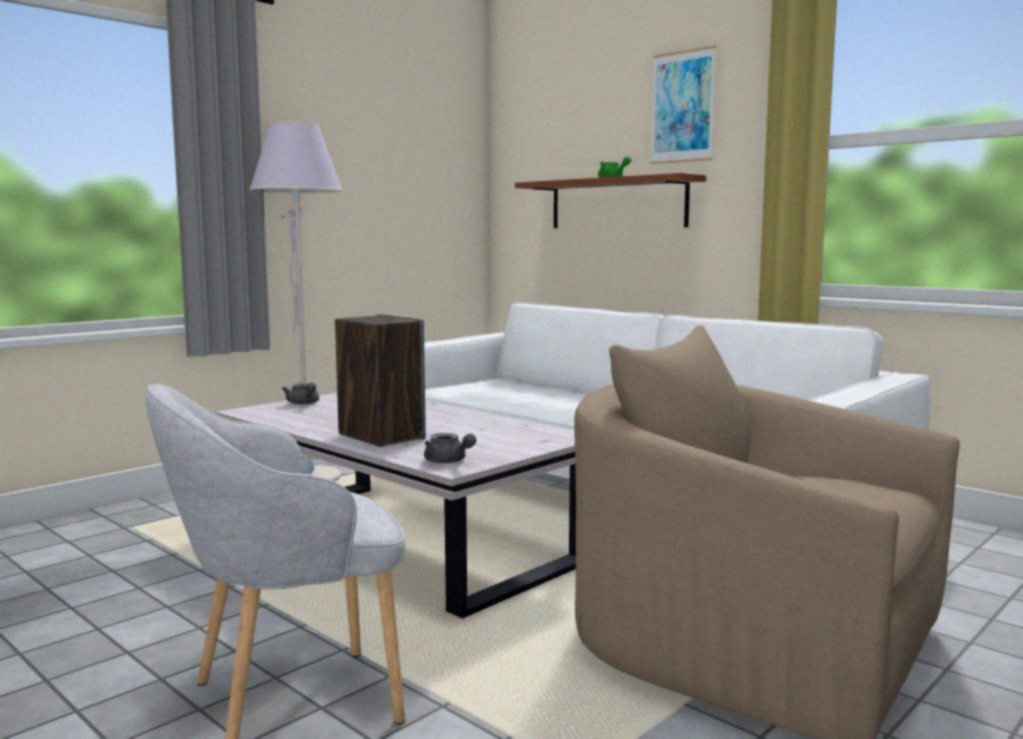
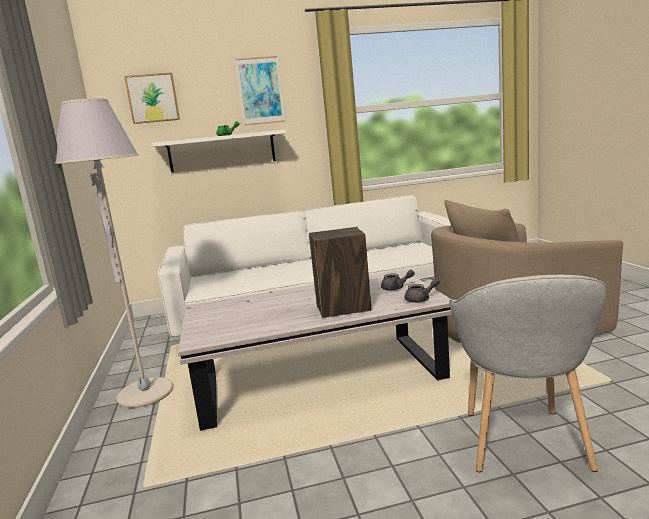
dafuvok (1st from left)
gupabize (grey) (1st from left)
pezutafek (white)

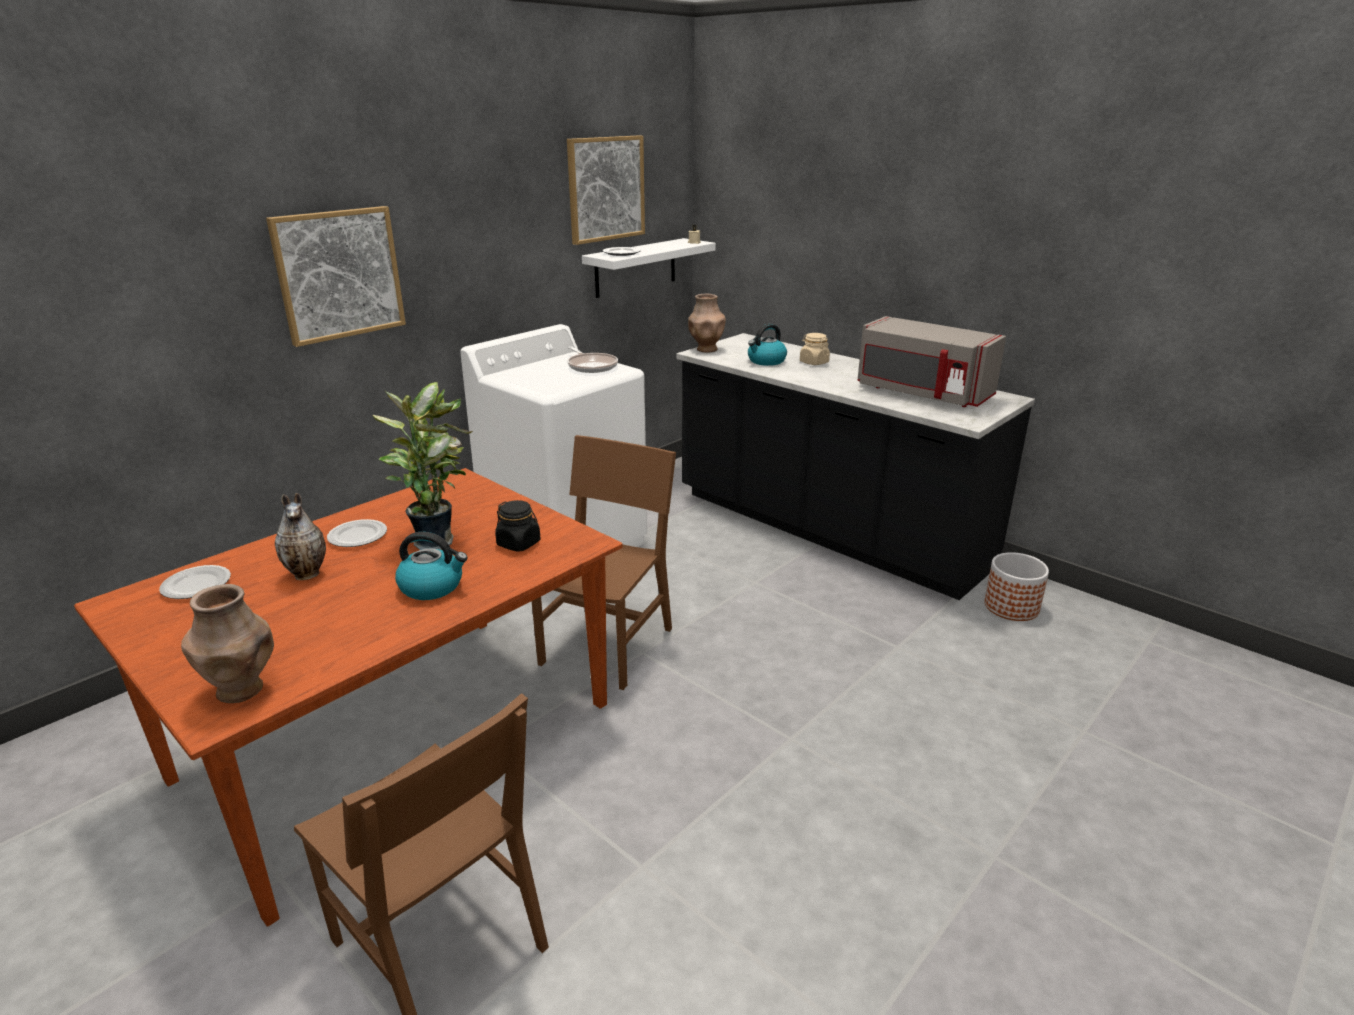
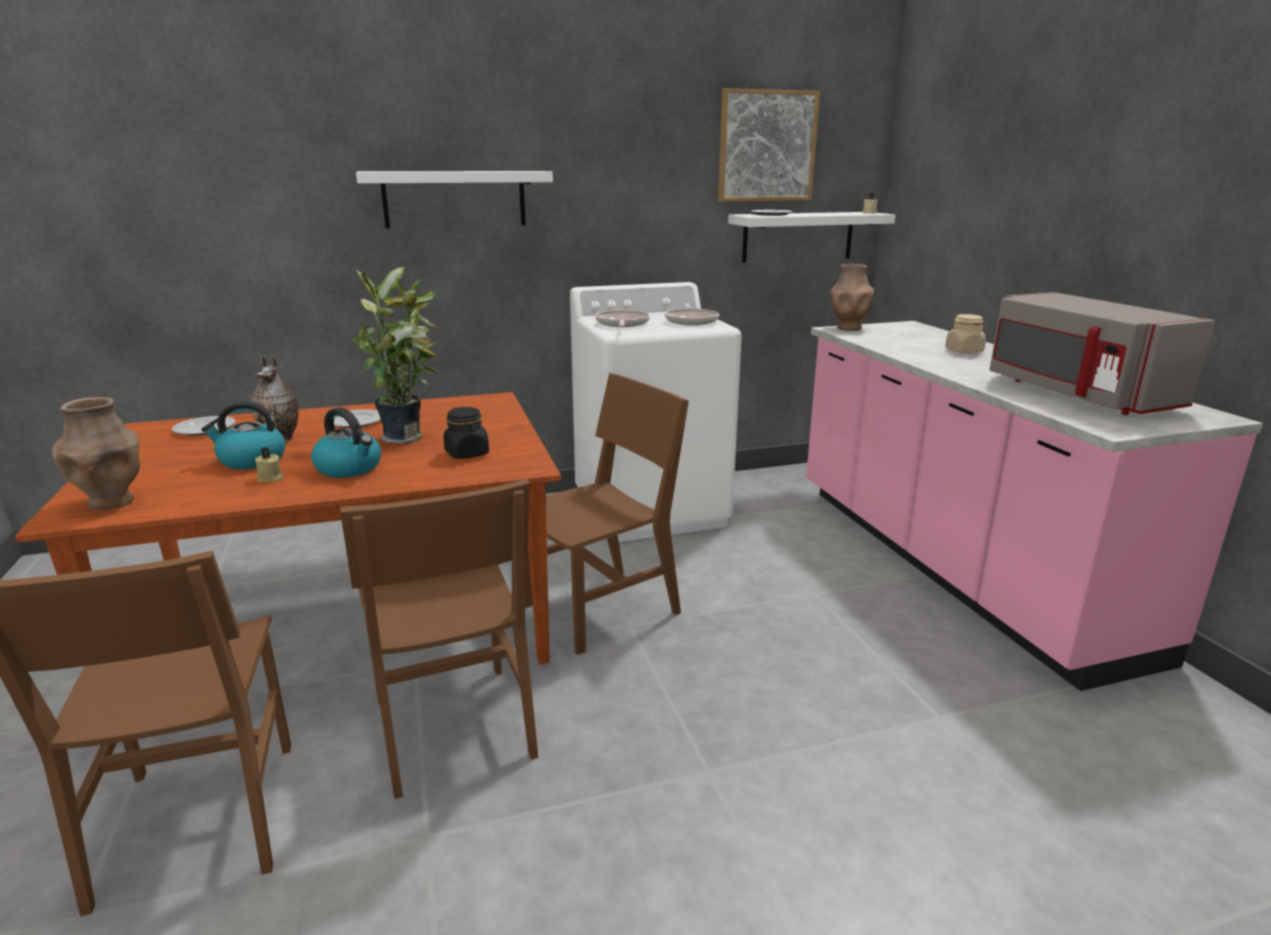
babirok
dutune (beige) (1st from left)
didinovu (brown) (2nd from left)
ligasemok (1st from left)
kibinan (1st from left)
pezutafek (white) (1st from left)
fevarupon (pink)

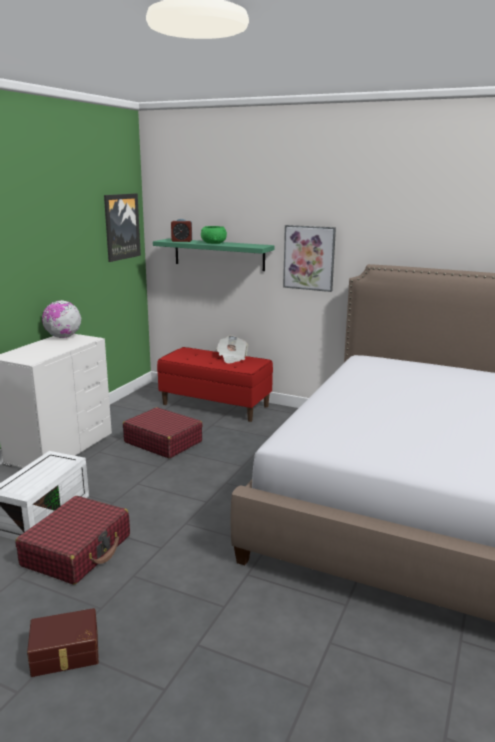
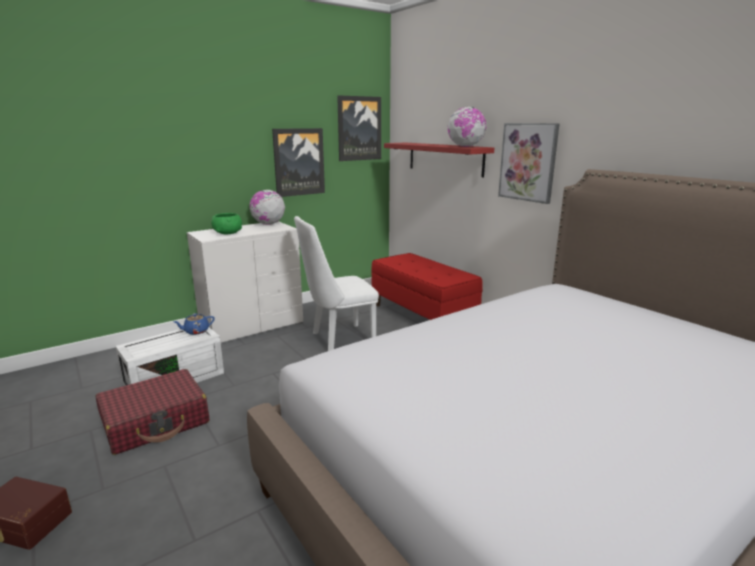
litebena
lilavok
gupabize (blue)
dafuvok (1st from left)
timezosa (2nd from left)
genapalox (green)
didinovu (white)
pezutafek (red)

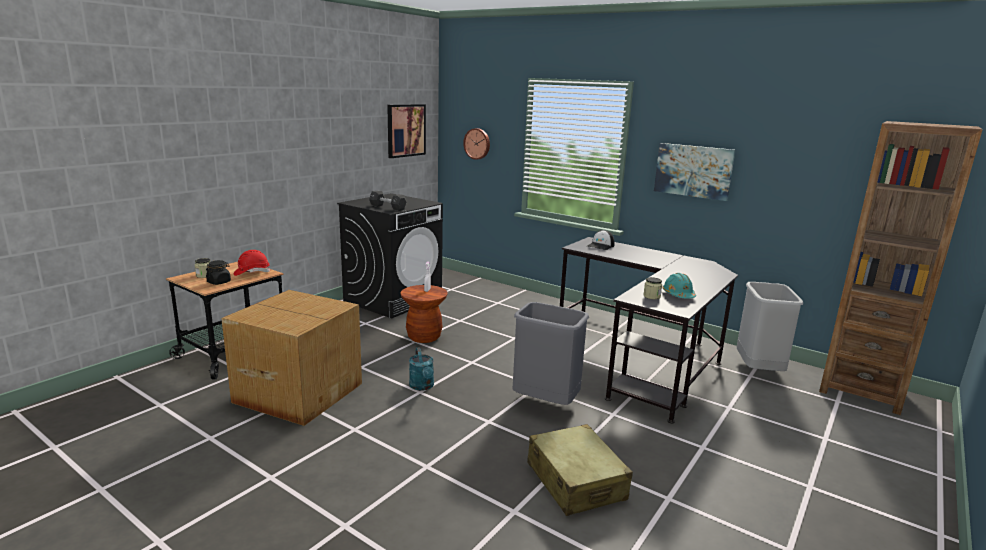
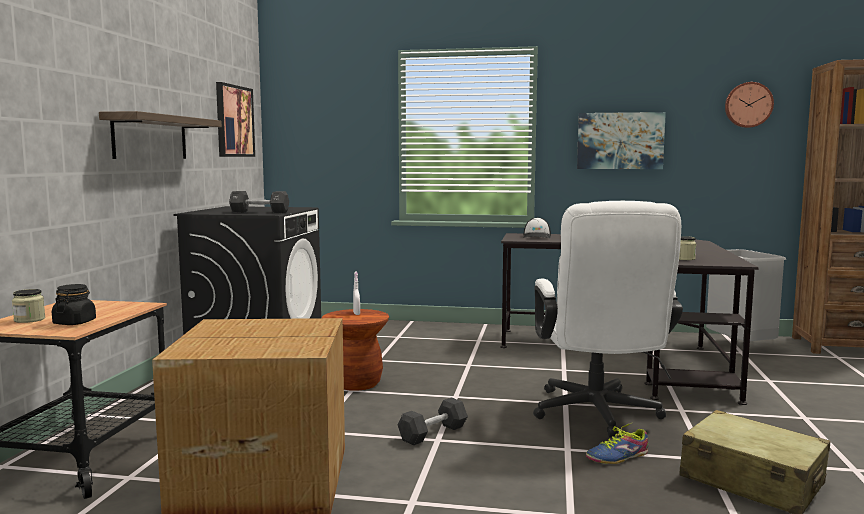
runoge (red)
runoge (turquoise)
pezutafek
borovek
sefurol
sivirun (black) (2nd from left)
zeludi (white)

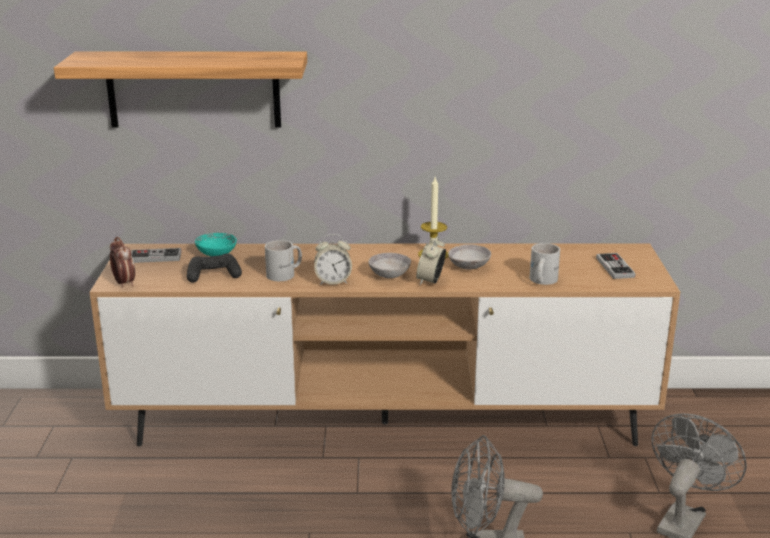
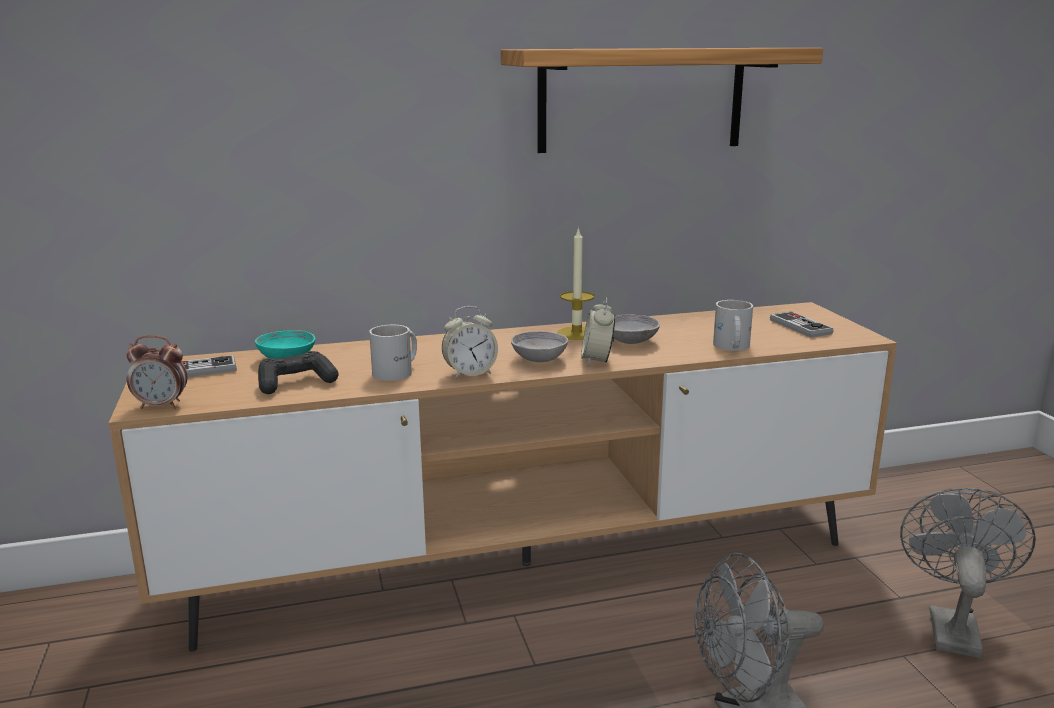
pezutafek
litebena (1st from left)

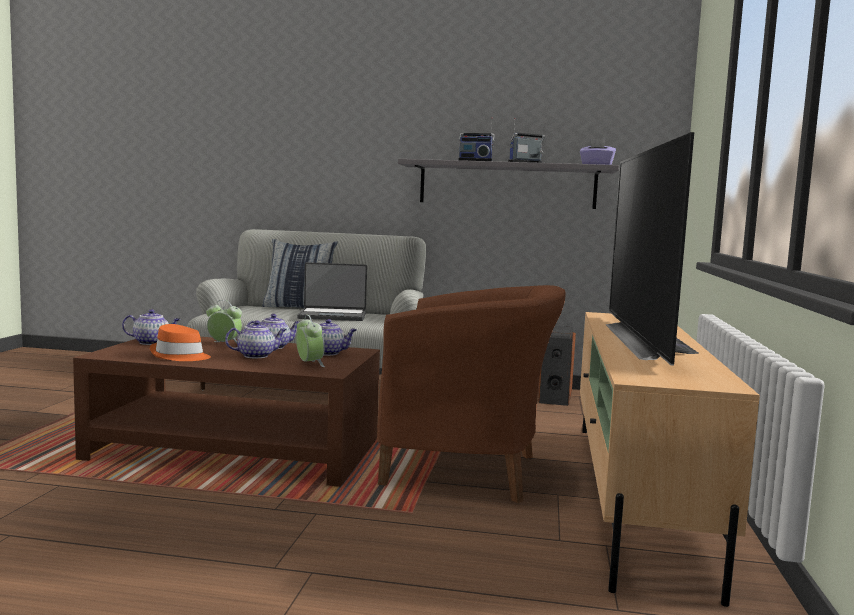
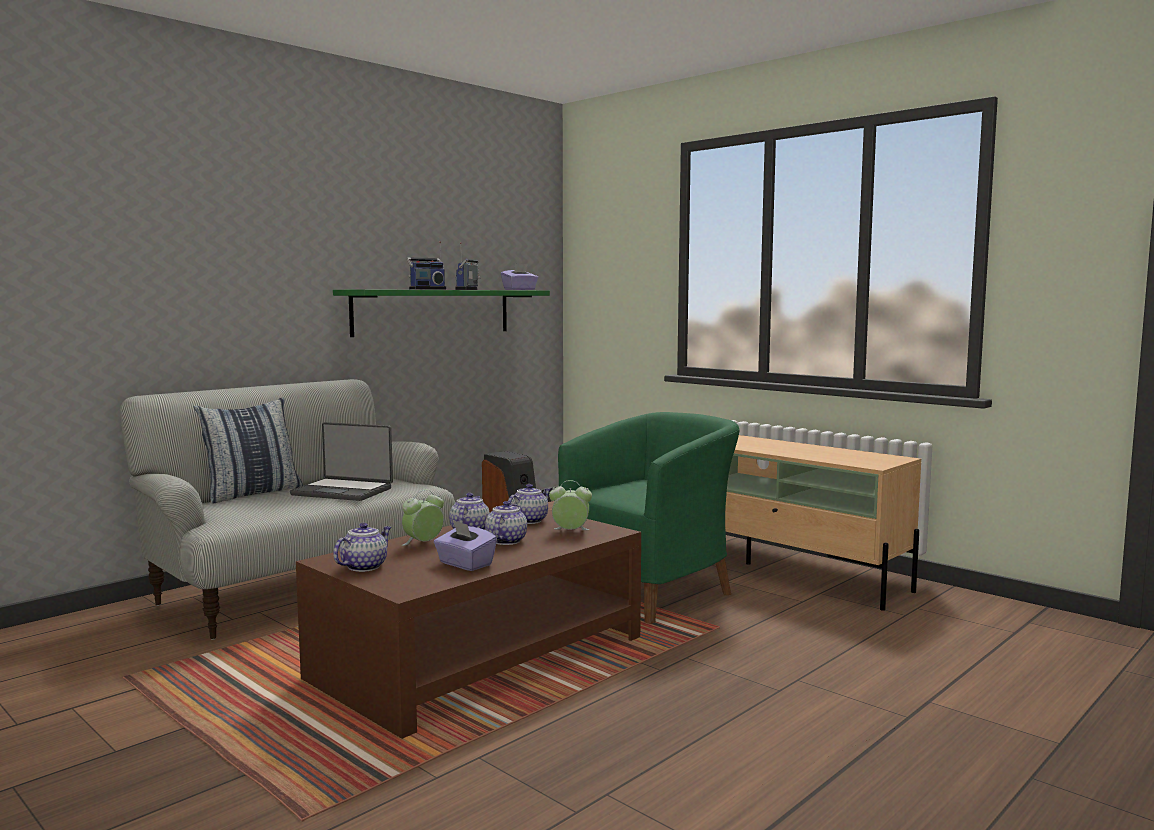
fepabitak
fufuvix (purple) (1st from left)
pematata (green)
pezutafek (green)
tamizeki

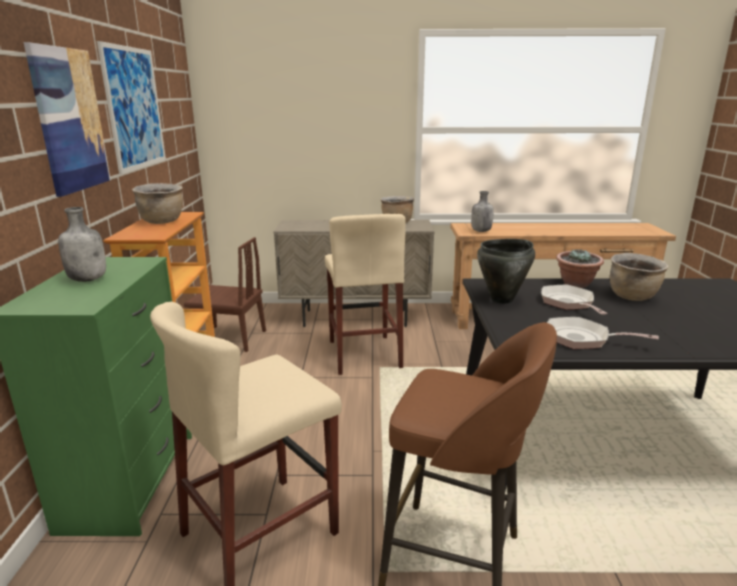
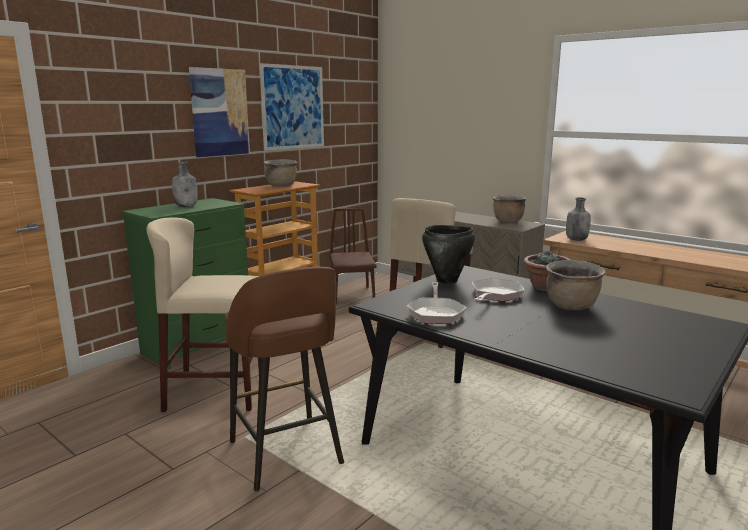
didinovu (brown)
ligasemok (1st from left)

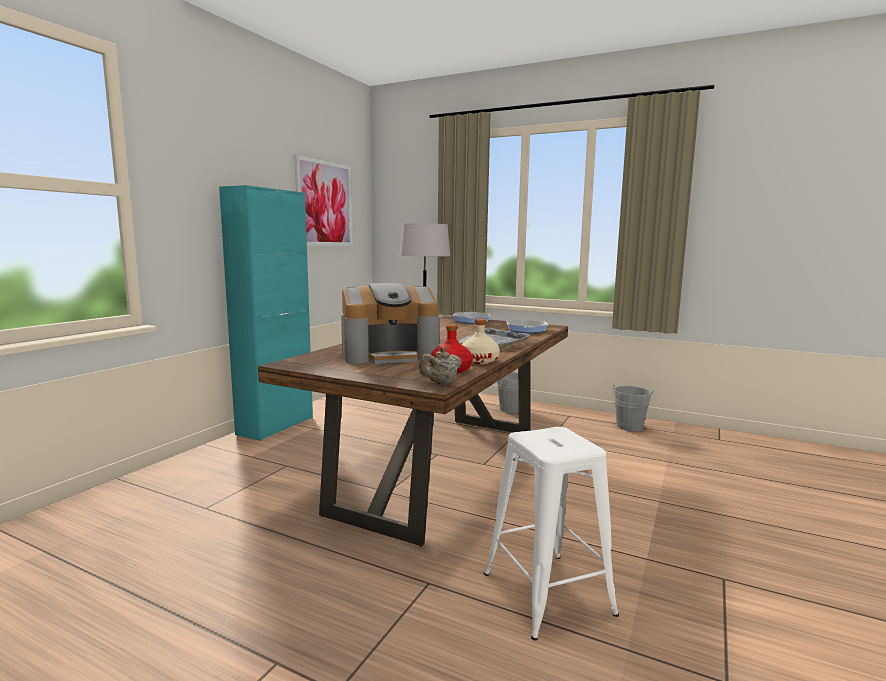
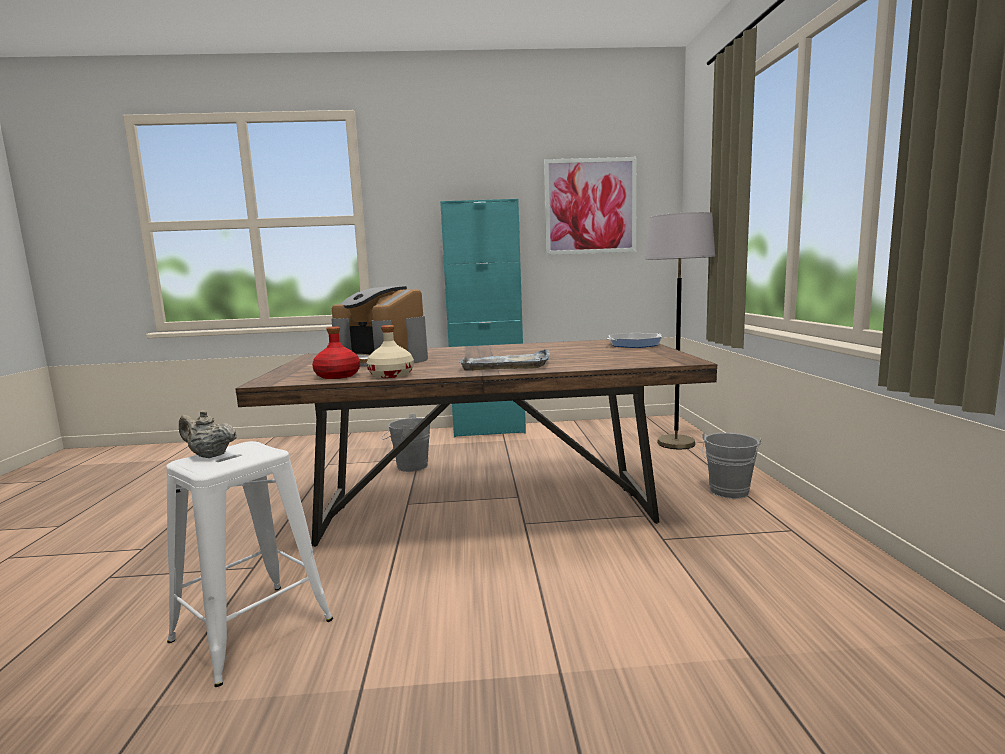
ligasemok (2nd from left in the first image)
gupabize (beige)
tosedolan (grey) (1st from left)

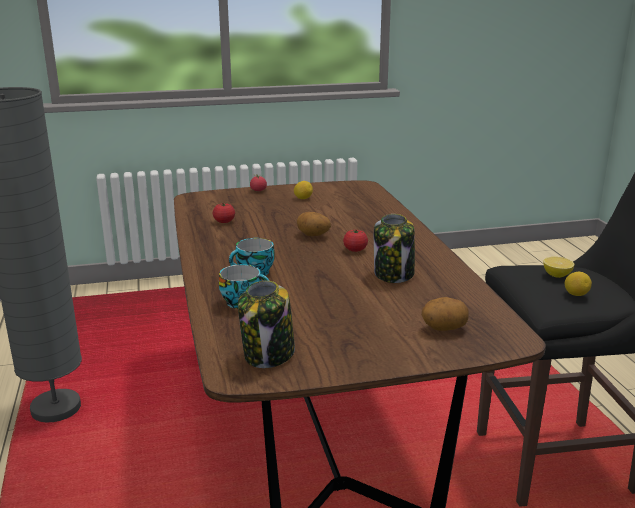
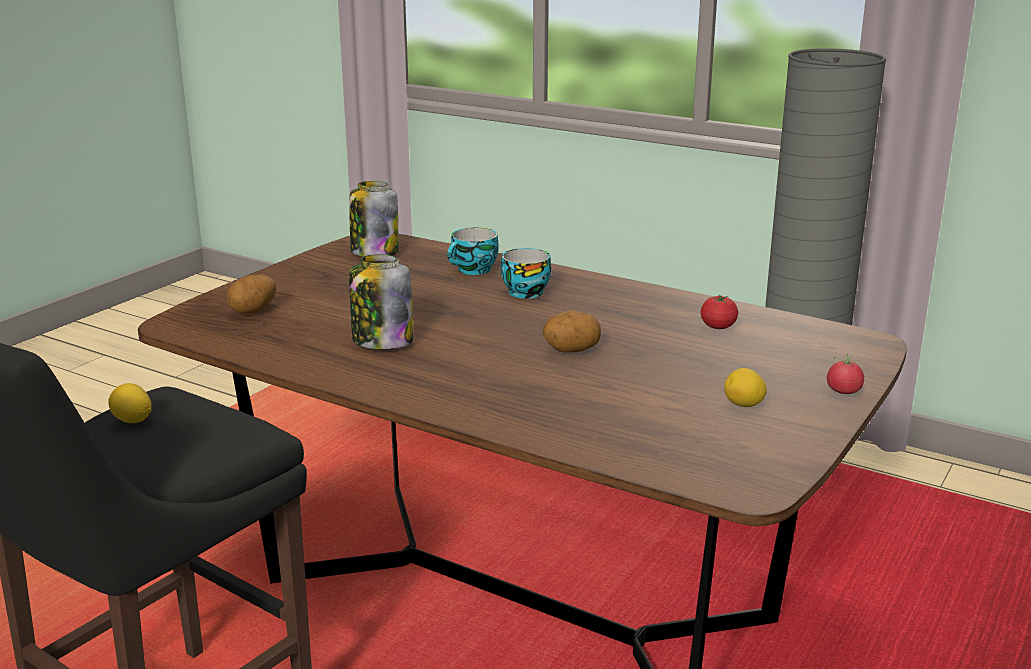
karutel (3rd from left in the first image)
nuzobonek (2nd from left in the first image)

